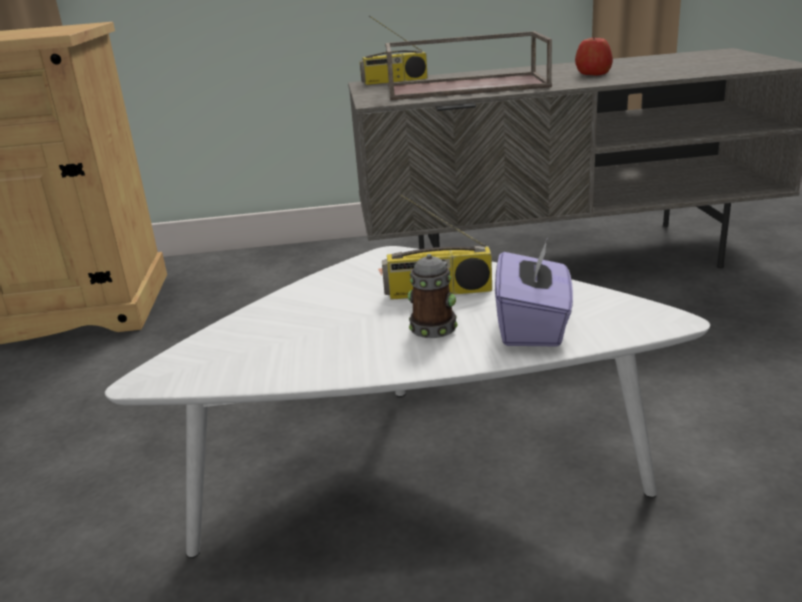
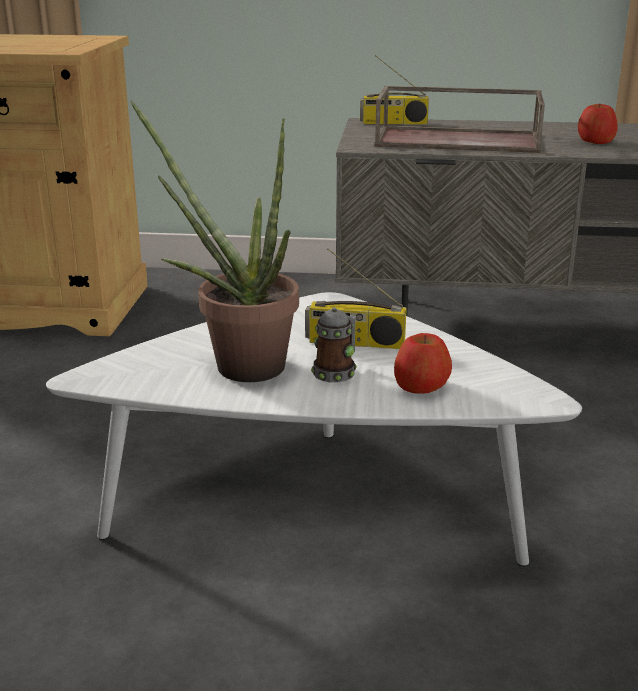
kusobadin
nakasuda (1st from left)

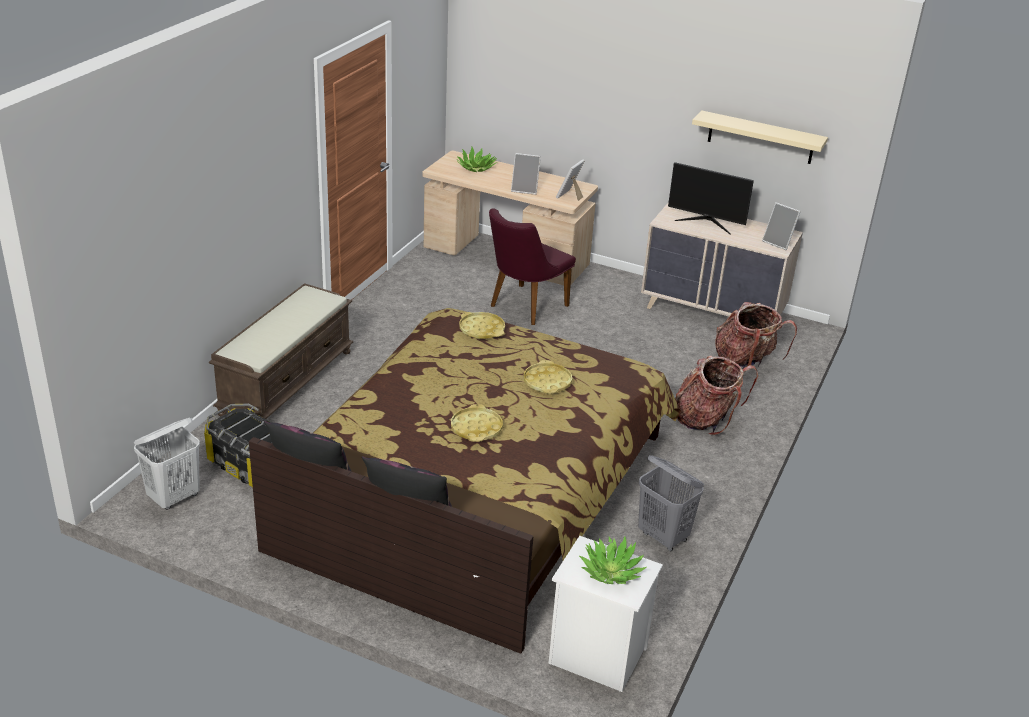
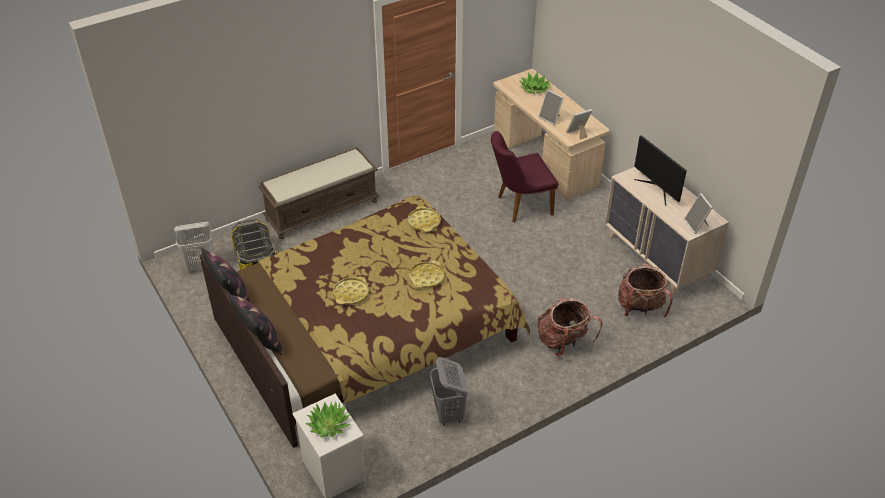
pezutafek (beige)

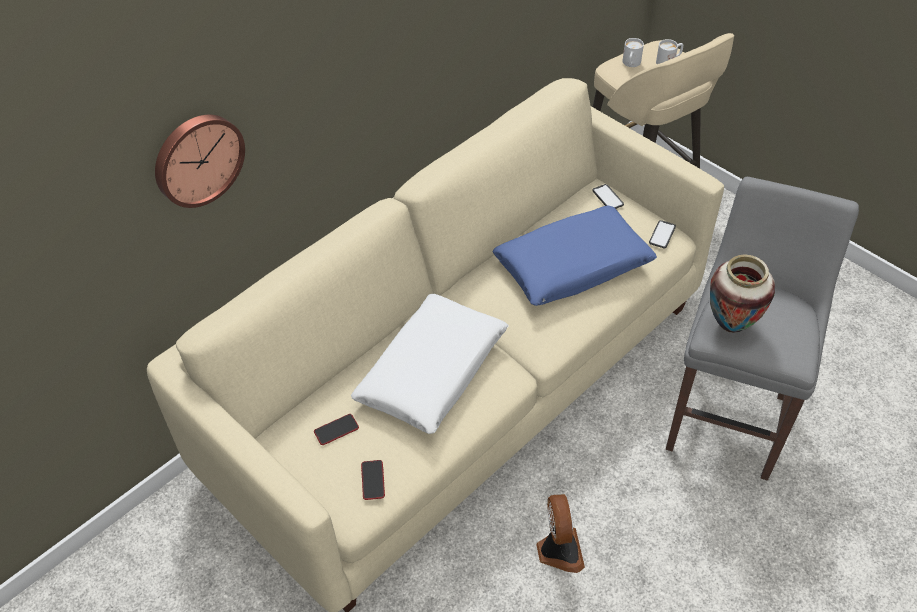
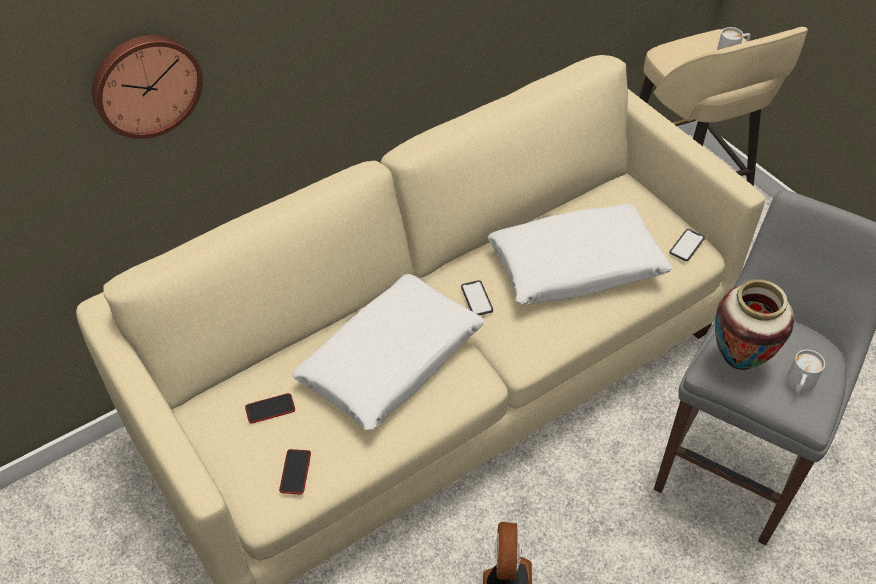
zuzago (3rd from left)
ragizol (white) (2nd from left)
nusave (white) (2nd from left)

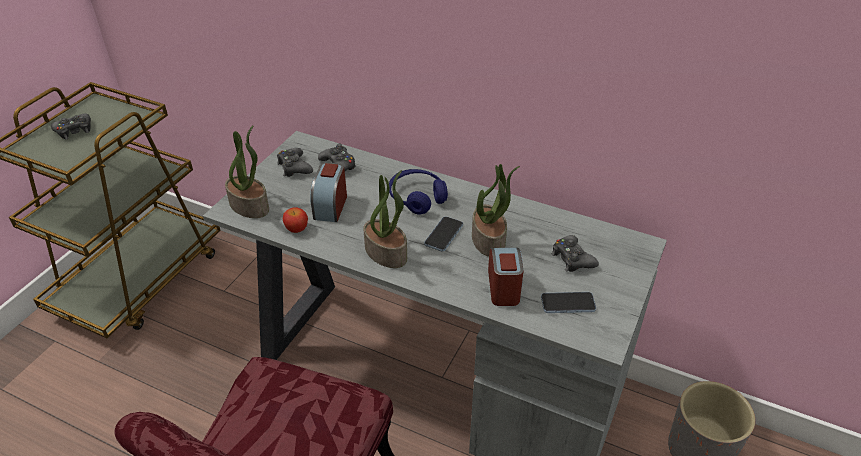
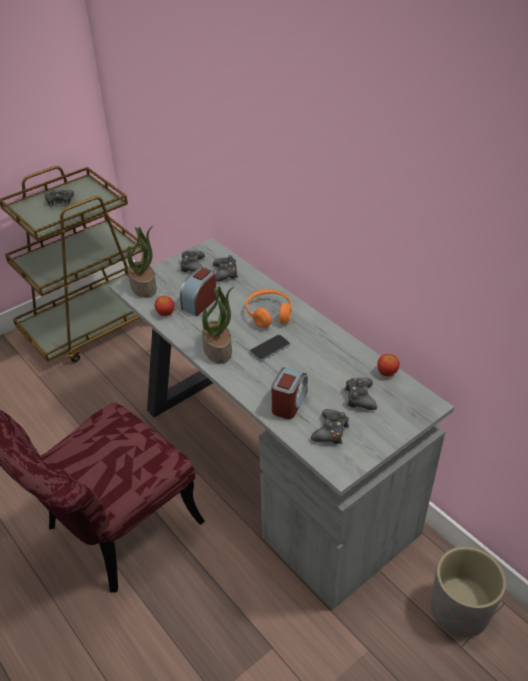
kusobadin (3rd from left in the first image)
nakasuda (2nd from left)
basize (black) (4th from left)
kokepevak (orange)

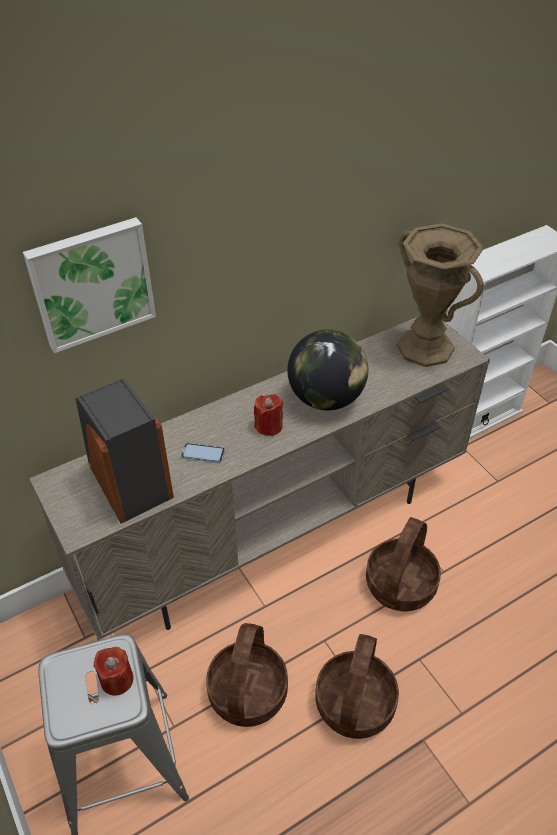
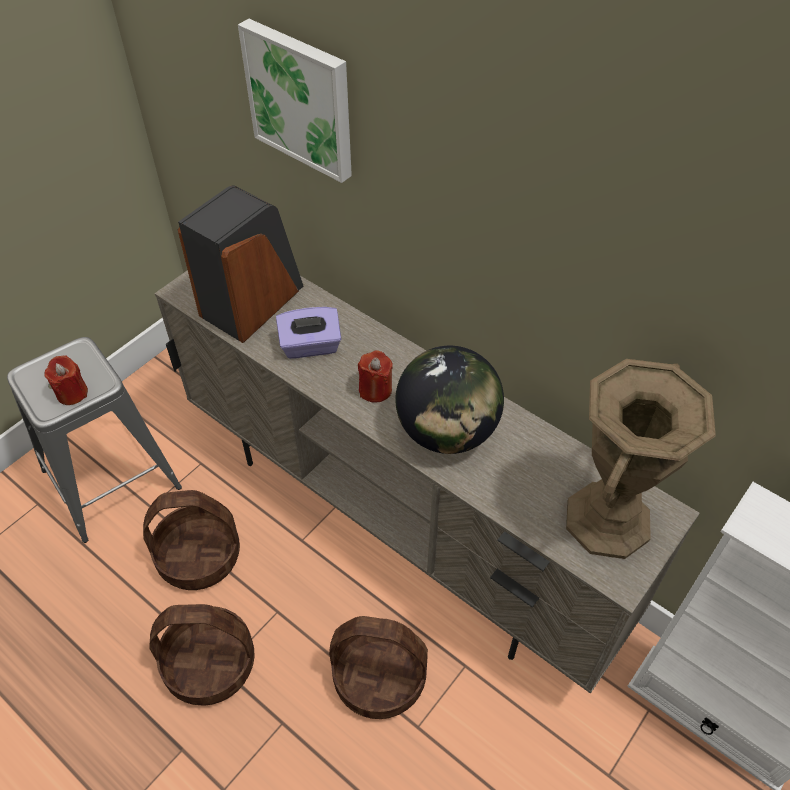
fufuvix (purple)

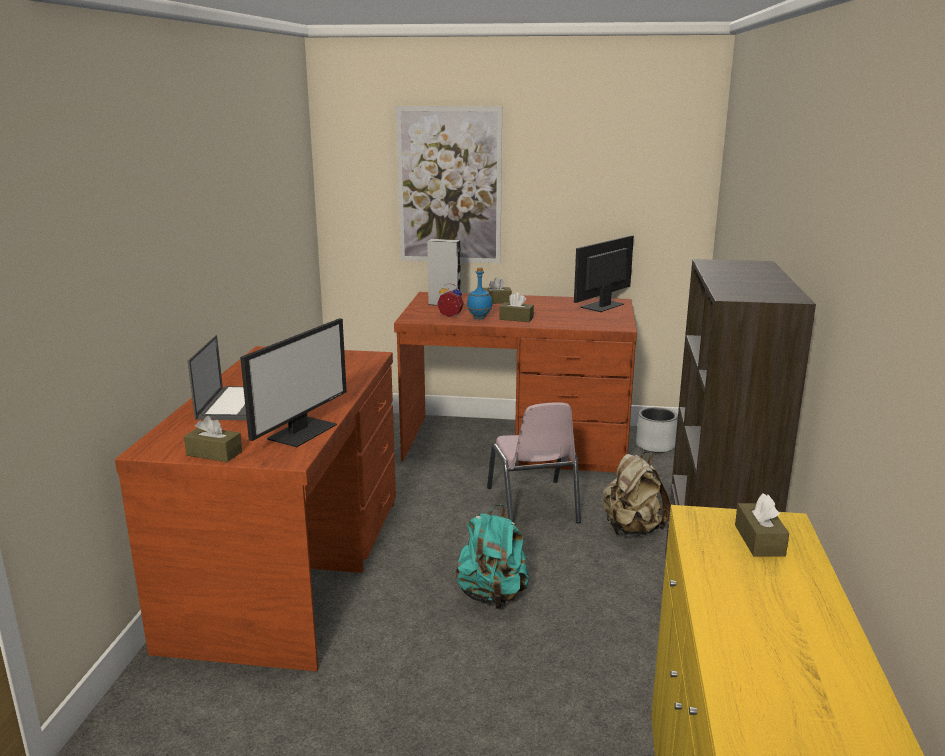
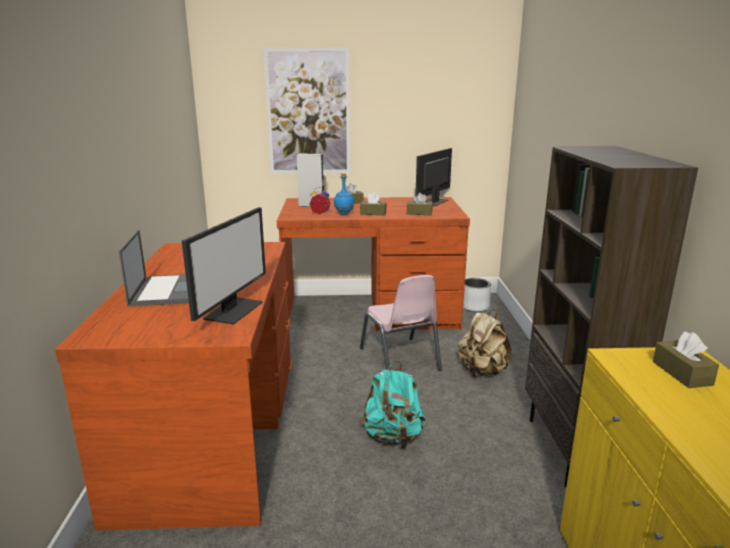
fufuvix (brown) (3rd from left)

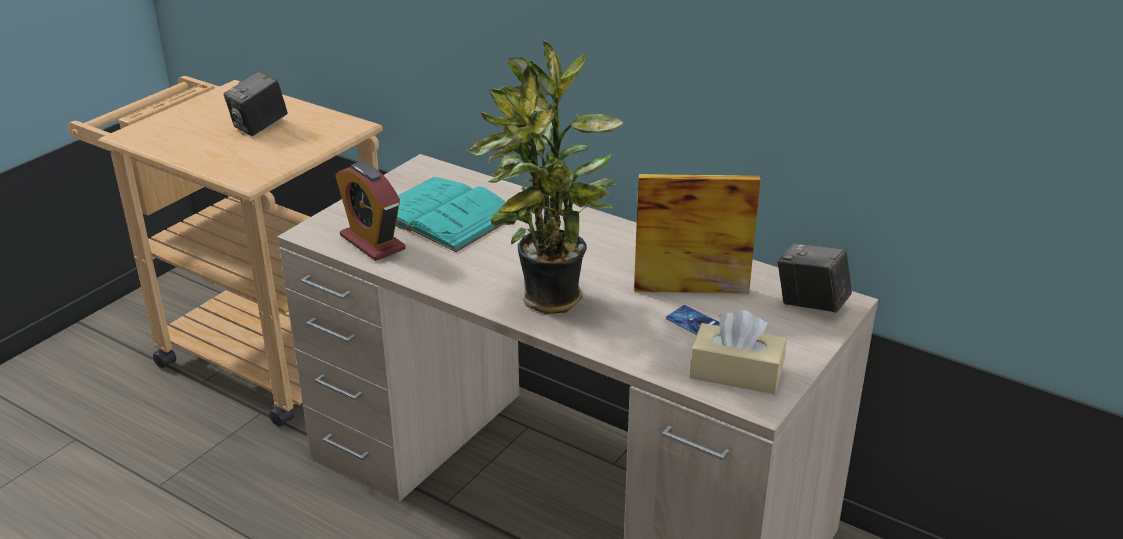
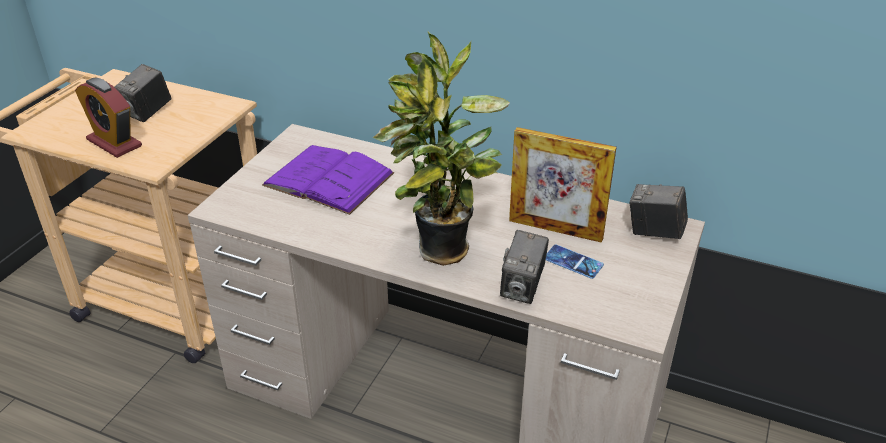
fufuvix (beige)
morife (2nd from left)
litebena
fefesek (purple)
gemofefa

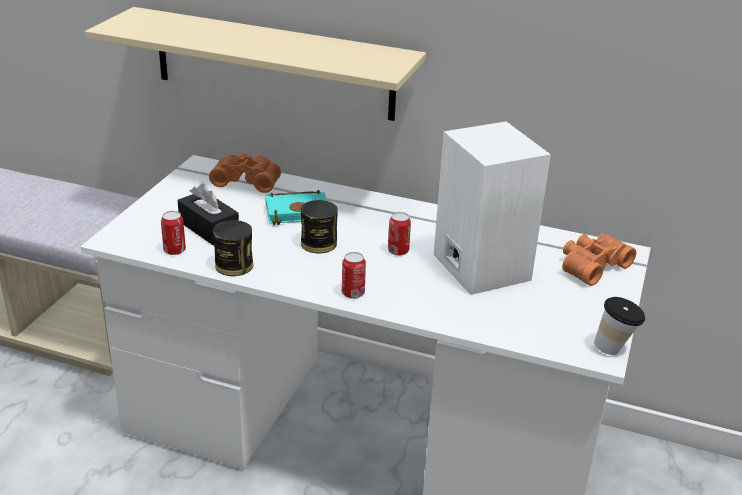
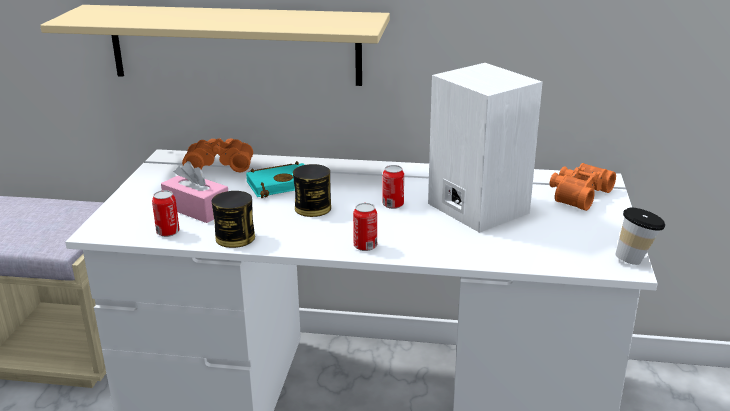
fufuvix (pink)

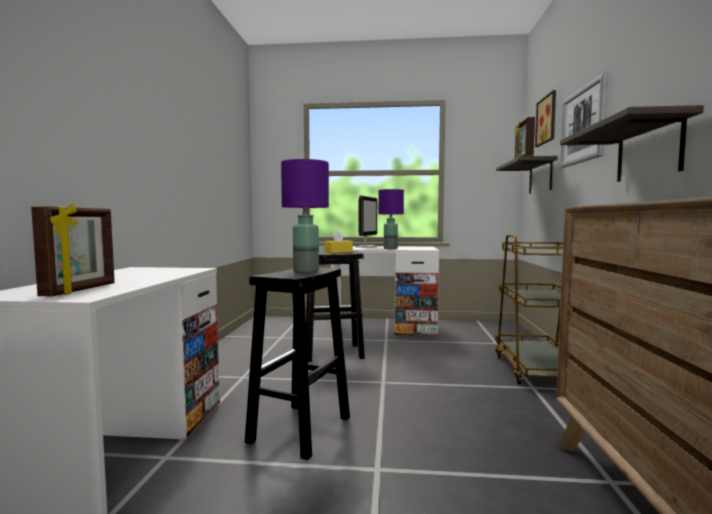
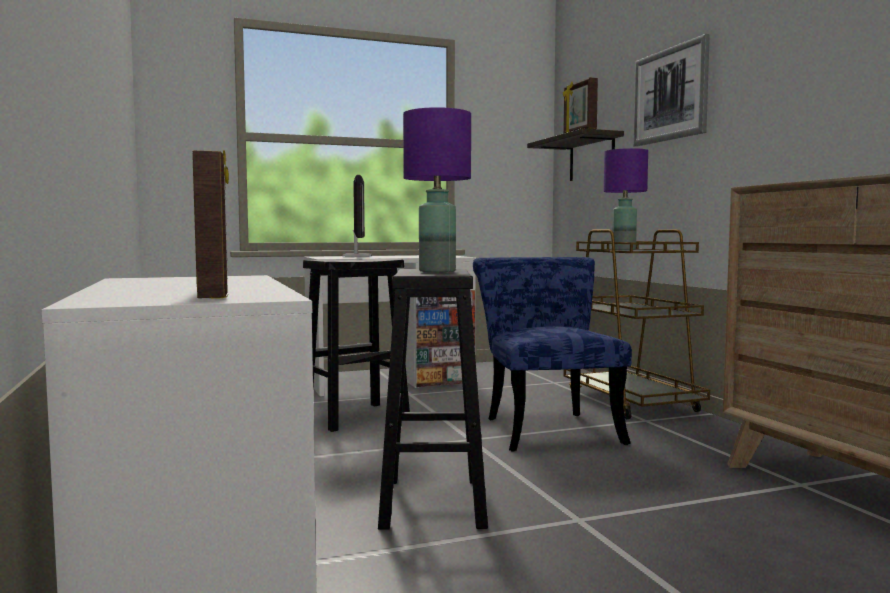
fufuvix (yellow)
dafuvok (1st from left in the first image)
pezutafek (2nd from left in the first image)
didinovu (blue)
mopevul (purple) (2nd from left)

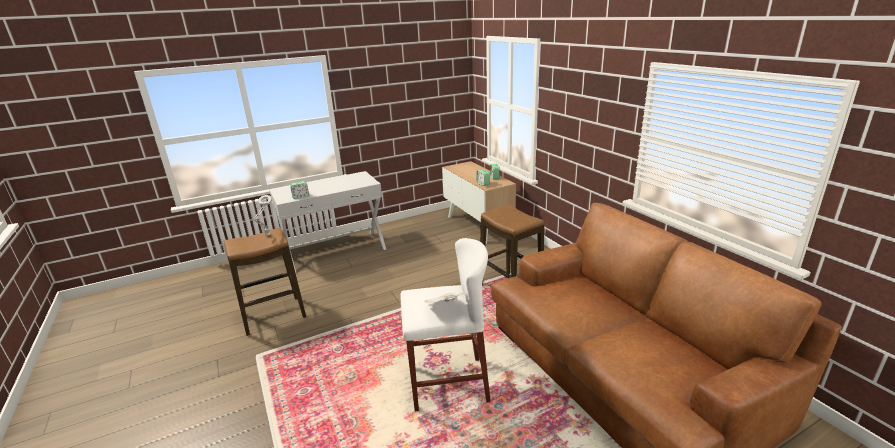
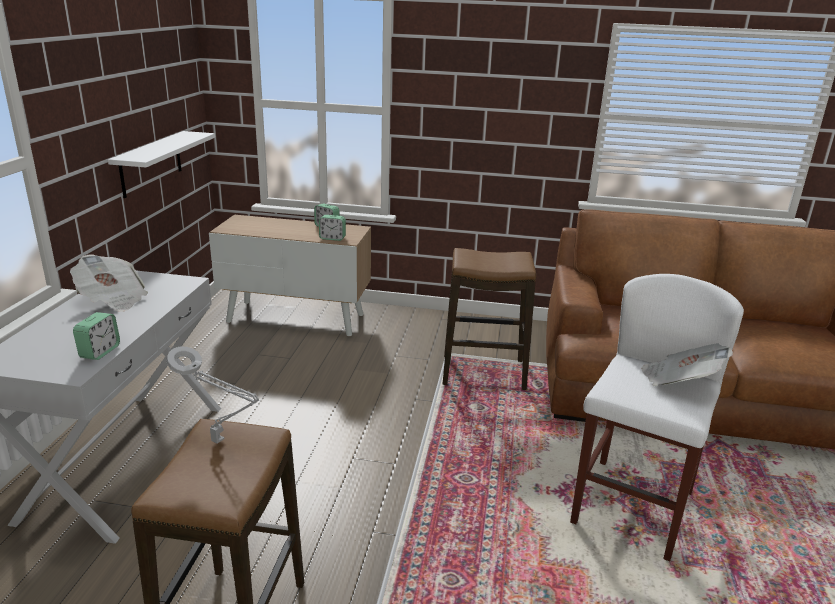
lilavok (1st from left)
pezutafek (white)

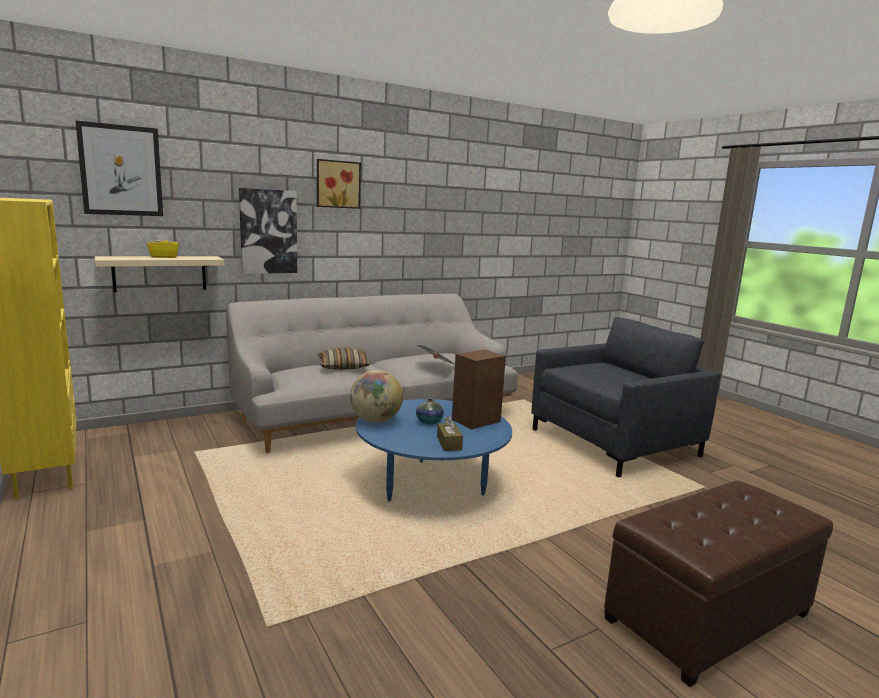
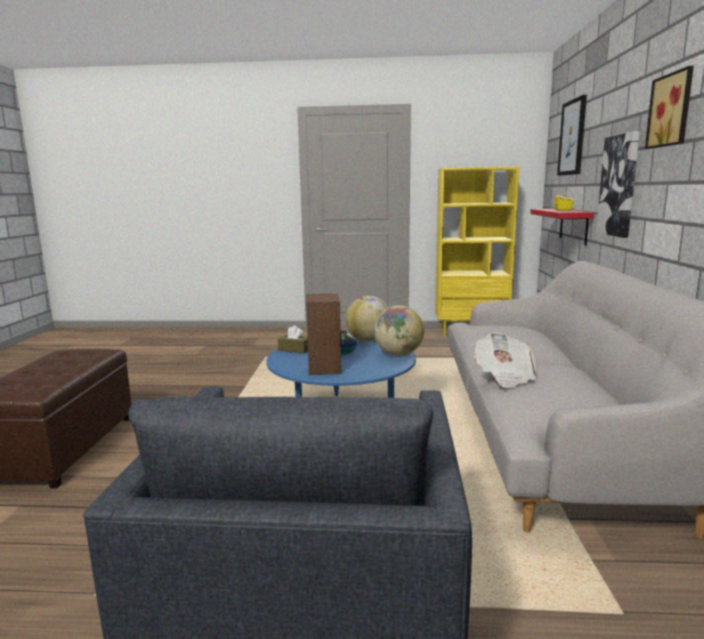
nusave
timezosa (2nd from left)
pezutafek (red)

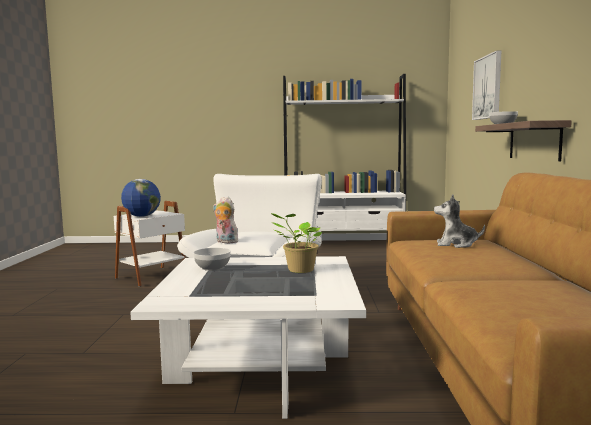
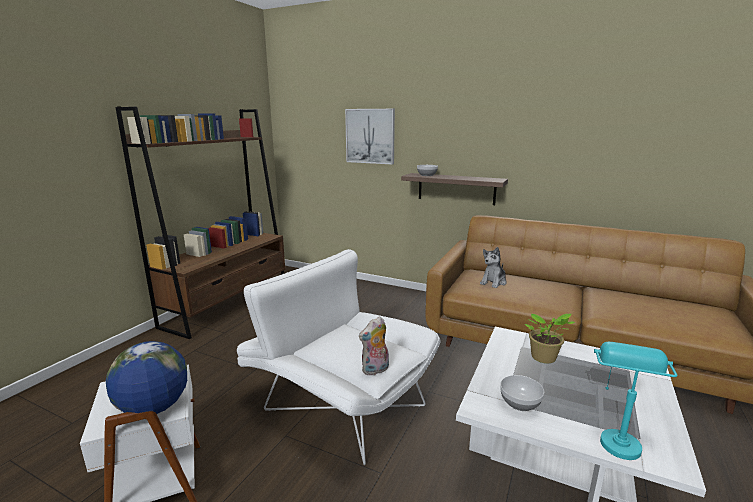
mopevul (turquoise)
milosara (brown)

